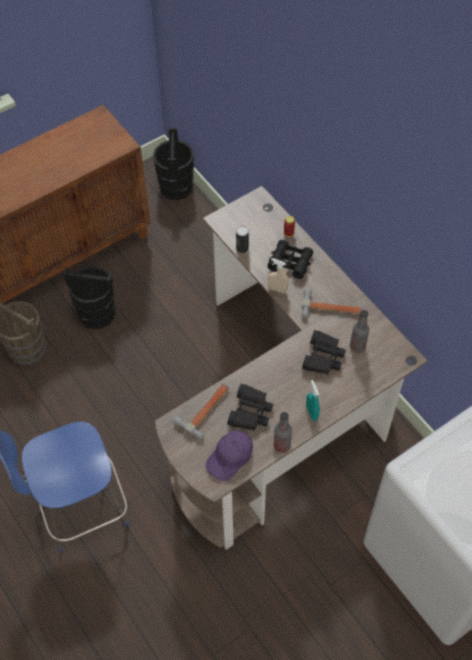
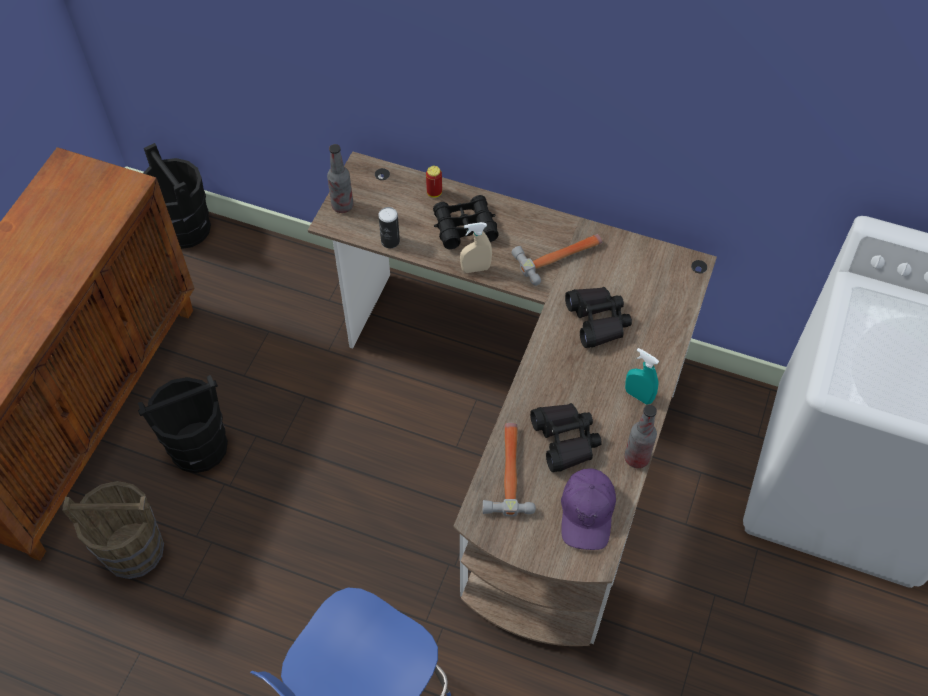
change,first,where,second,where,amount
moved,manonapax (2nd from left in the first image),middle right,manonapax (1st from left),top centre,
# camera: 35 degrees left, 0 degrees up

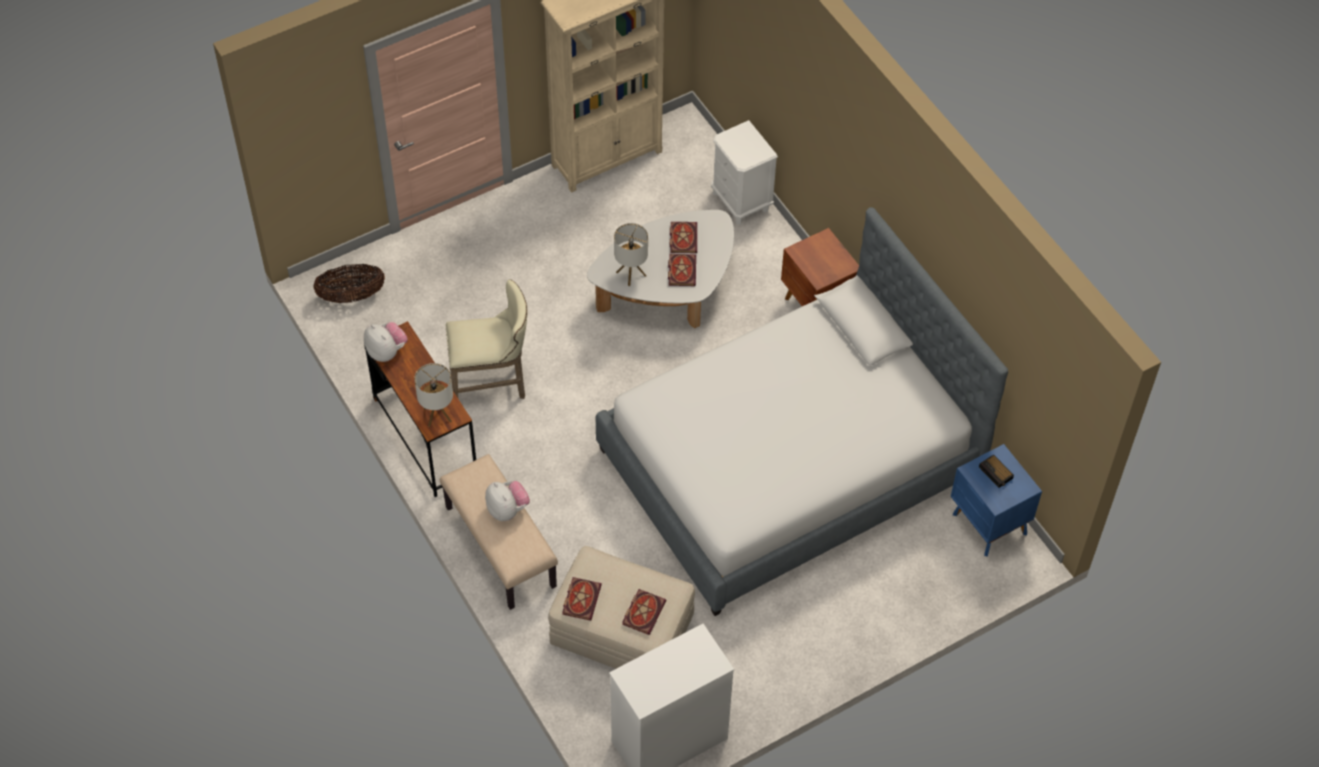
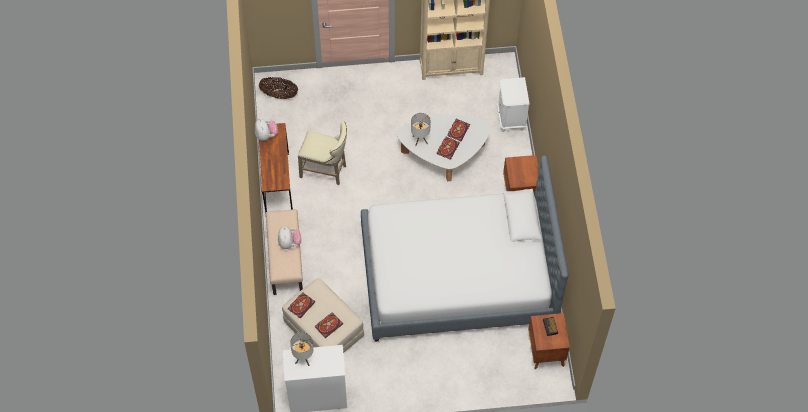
change,first,where,second,where,amount
moved,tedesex (1st from left),middle left,,bottom centre,
recoloured,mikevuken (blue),middle right,mikevuken (brown) (2nd from left),bottom right,
# camera: 25 degrees right, 5 degrees up

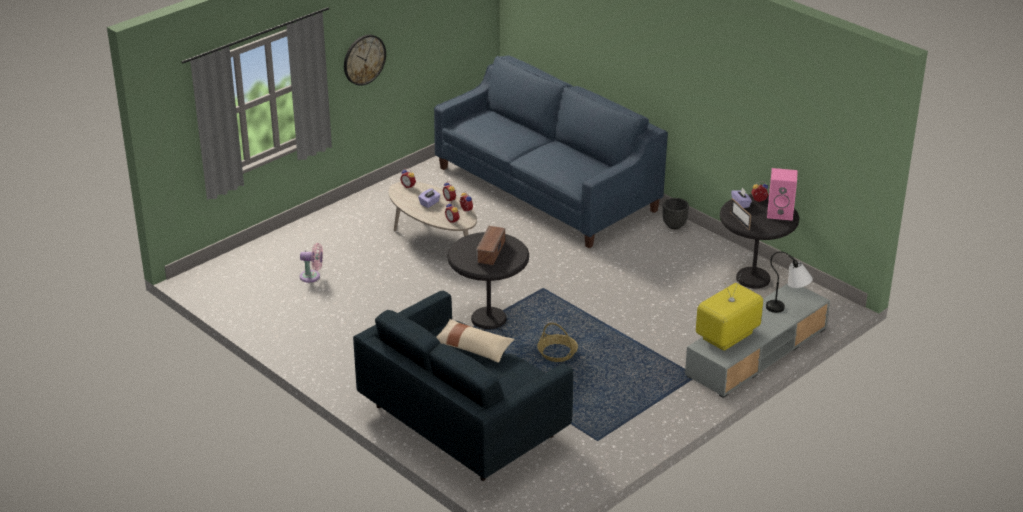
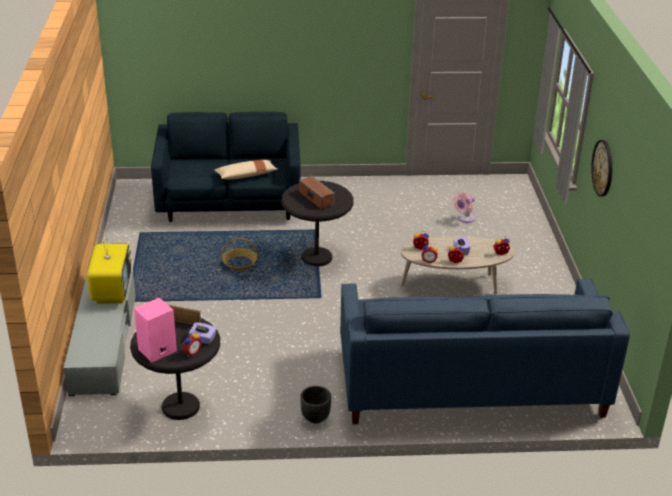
change,first,where,second,where,amount
removed,tedesex,middle right,,,
# camera: 130 degrees right, 0 degrees up

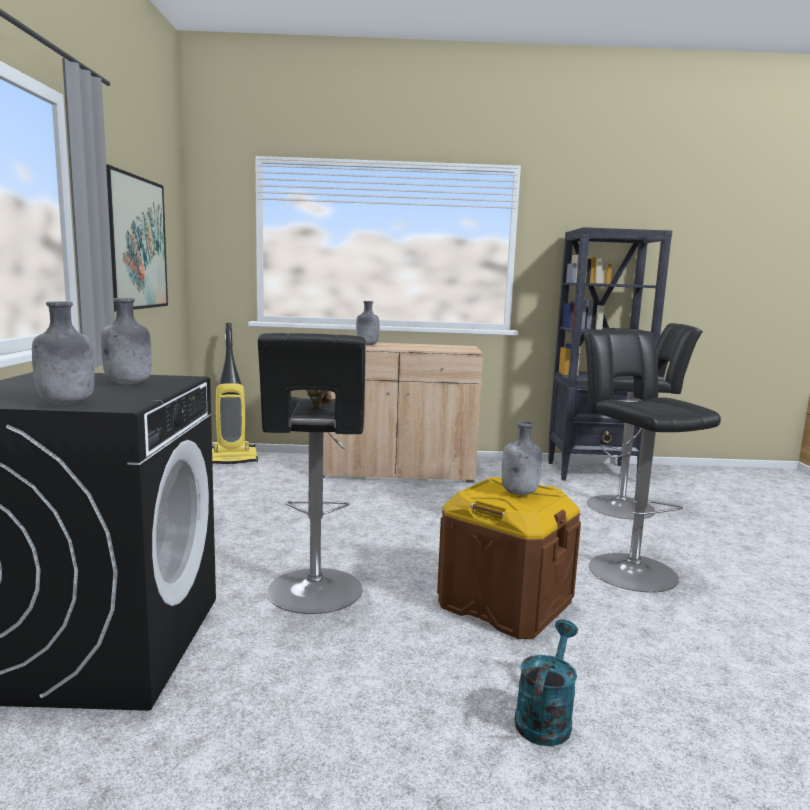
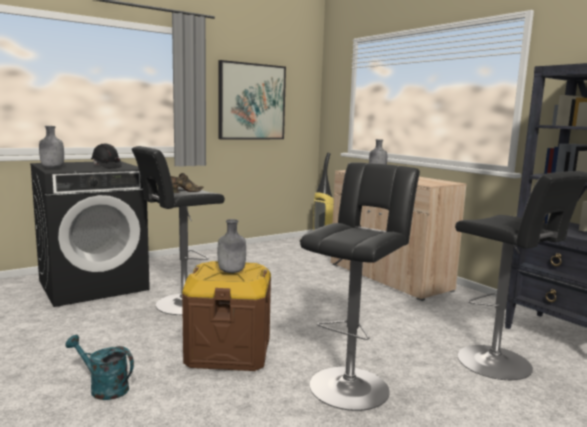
change,first,where,second,where,amount
replaced,manonapax (grey) (2nd from left),middle left,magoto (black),middle left,
turned,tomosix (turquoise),bottom right,,bottom left,150 degrees counterclockwise
# camera: 55 degrees right, 0 degrees up

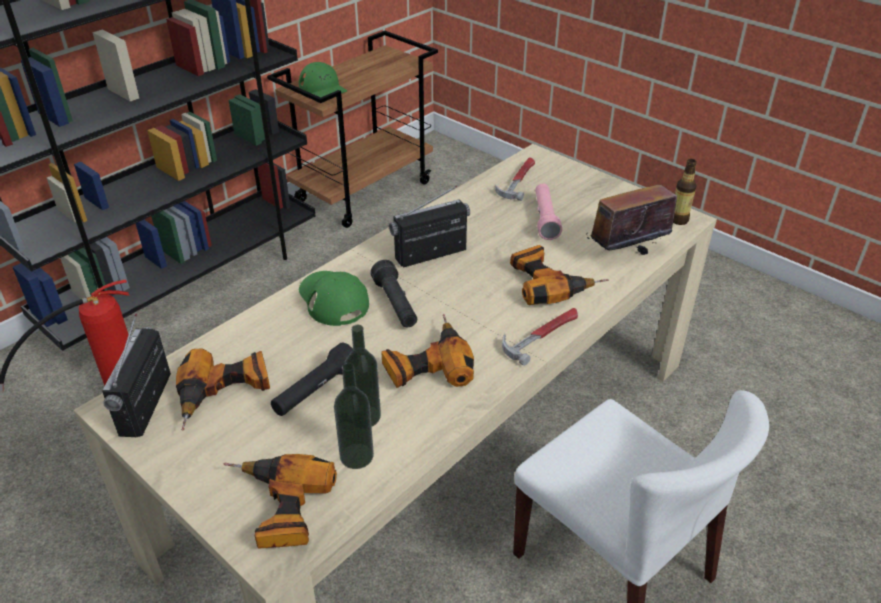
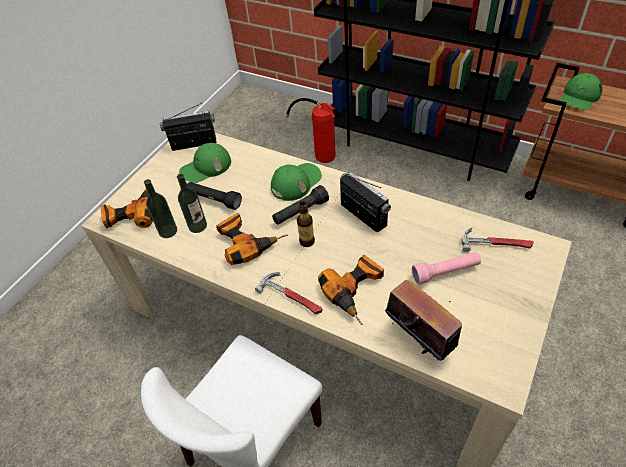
change,first,where,second,where,amount
moved,manonapax (3rd from left),top right,,centre,
replaced,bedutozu (1st from left),middle left,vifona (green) (1st from left),middle left,
# camera: 80 degrees right, 10 degrees up

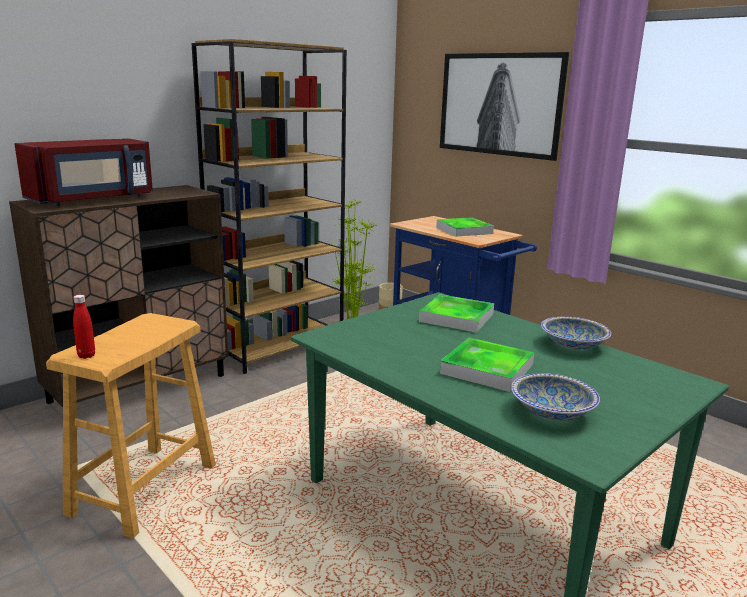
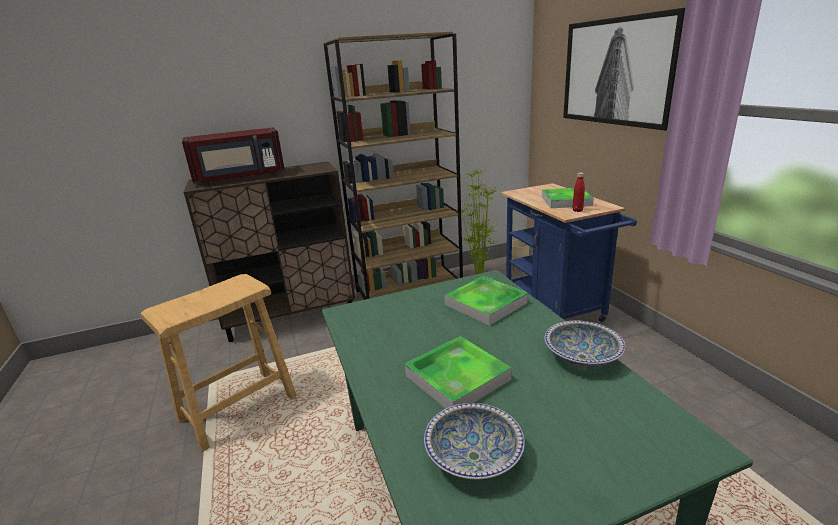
change,first,where,second,where,amount
moved,manonapax (red),middle left,,middle right,
# camera: 25 degrees right, 5 degrees up

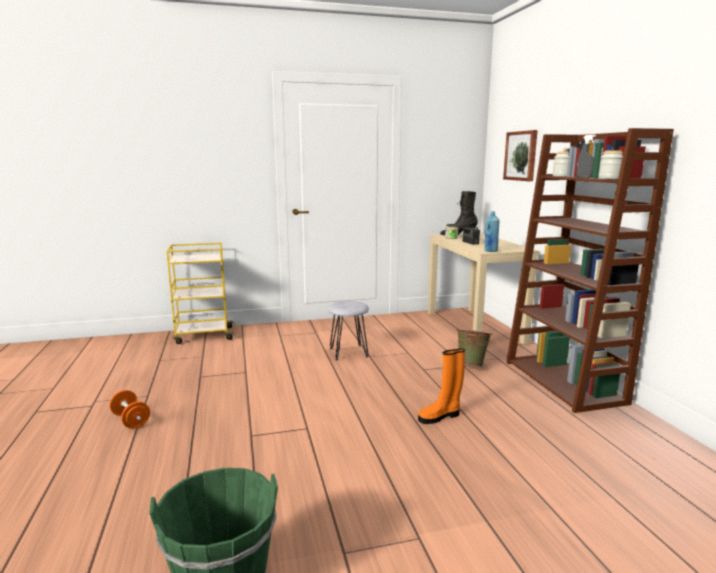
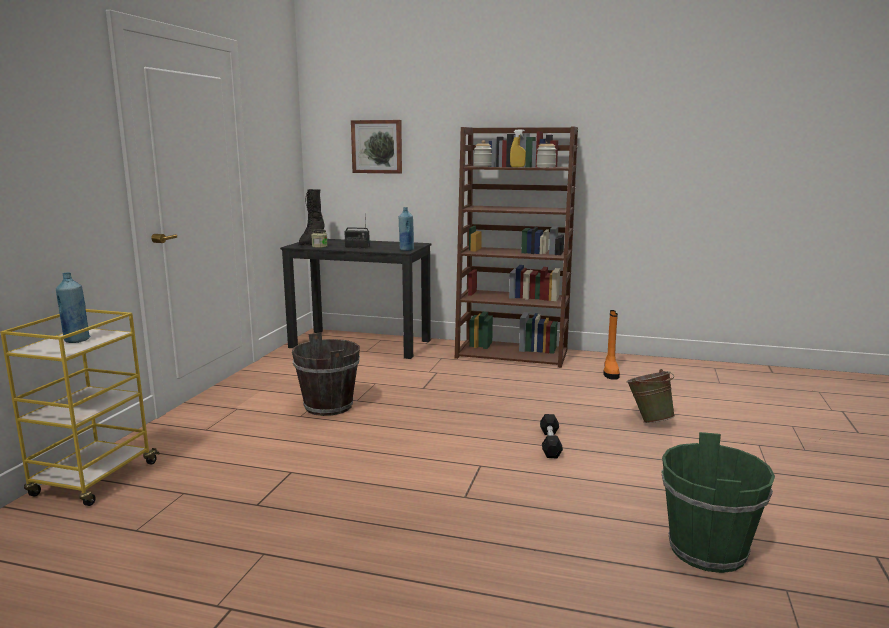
change,first,where,second,where,amount
removed,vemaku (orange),bottom left,,,
added,,,manonapax (blue) (1st from left),middle left,
added,,,vemaku (black),bottom centre,
moved,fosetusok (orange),bottom centre,,middle right,
moved,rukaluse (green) (2nd from left in the first image),centre,rukaluse (green) (1st from left),middle right,
replaced,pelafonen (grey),centre,rukaluse (brown),centre,
recoloured,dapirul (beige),middle right,dapirul (black),centre,
recoloured,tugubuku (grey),top right,tugubuku (yellow),top centre,
# camera: 60 degrees left, 0 degrees up

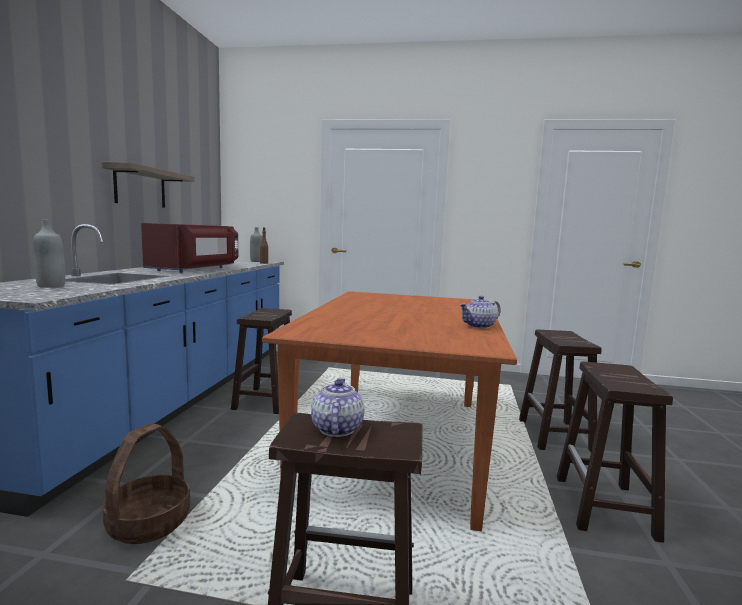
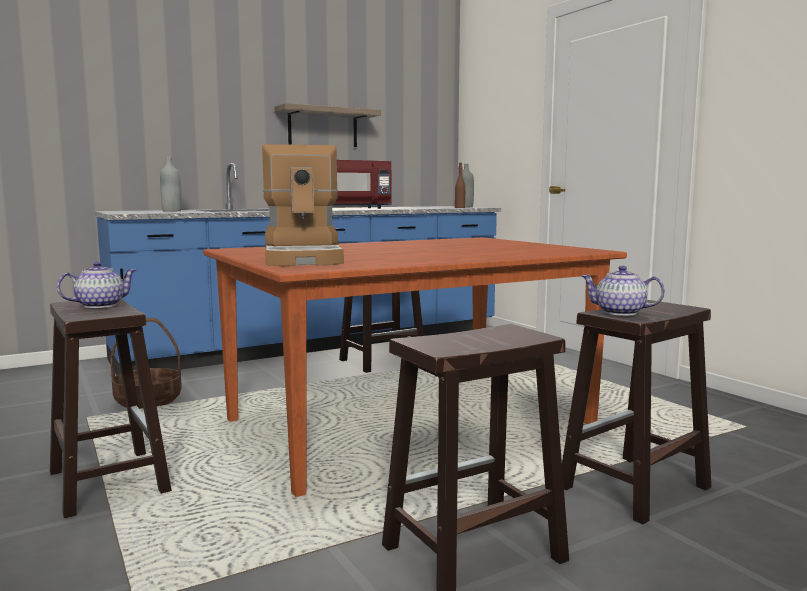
change,first,where,second,where,amount
added,,,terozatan,centre,
moved,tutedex (2nd from left),centre,,middle right,
# camera: 50 degrees right, 0 degrees up

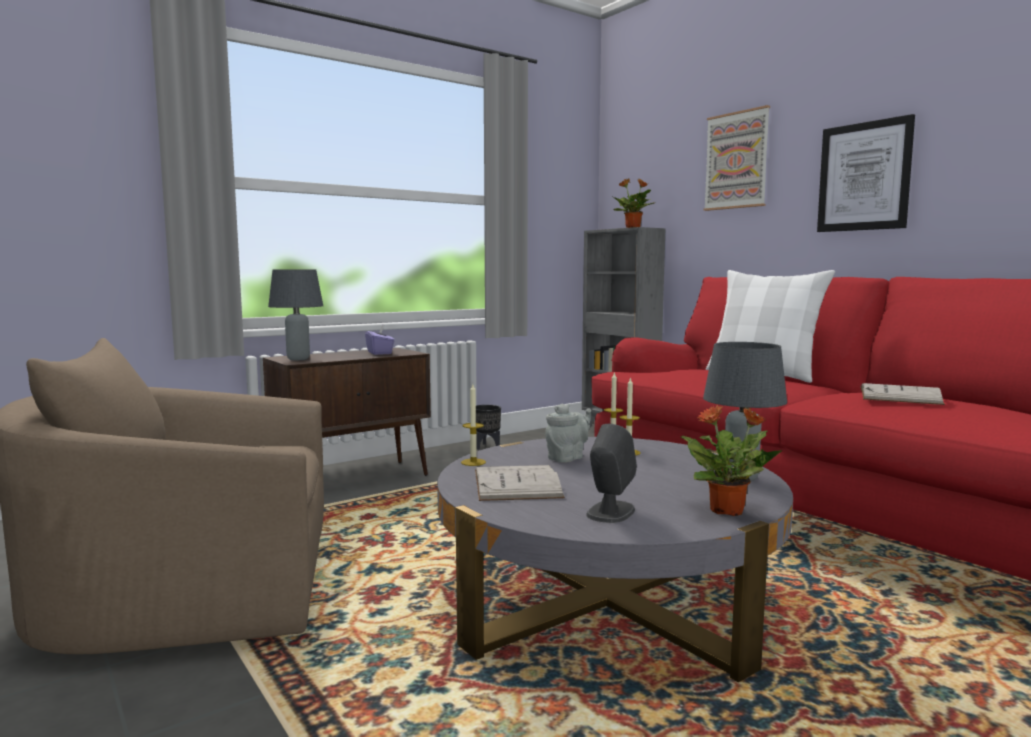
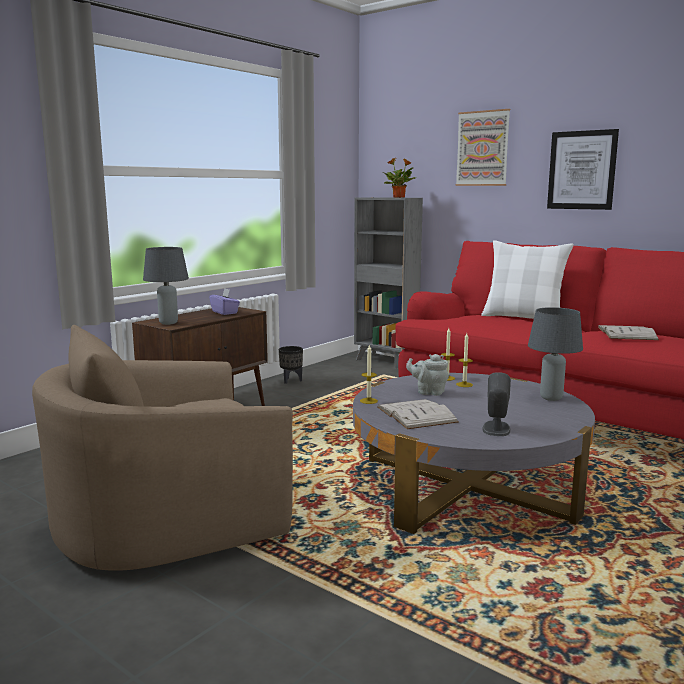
change,first,where,second,where,amount
removed,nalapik (2nd from left),middle right,,,
turned,tutedex (grey),centre,,centre,105 degrees counterclockwise
# camera: 15 degrees left, 5 degrees up

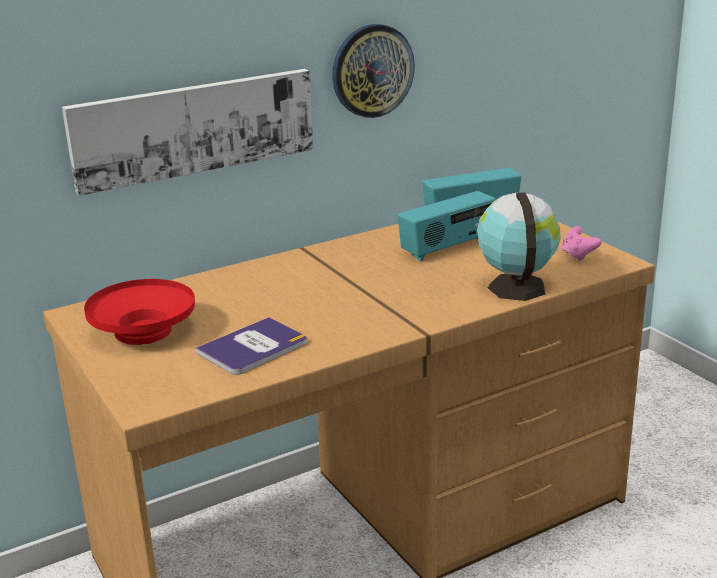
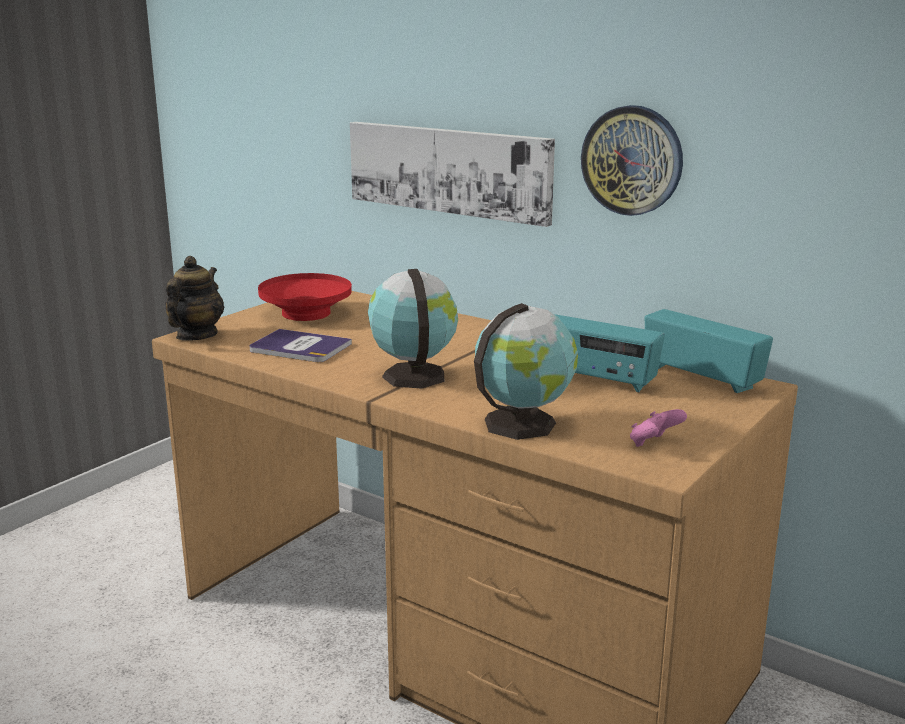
change,first,where,second,where,amount
added,,,tutedex,middle left,
added,,,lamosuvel (1st from left),centre,
# camera: 65 degrees right, 5 degrees down

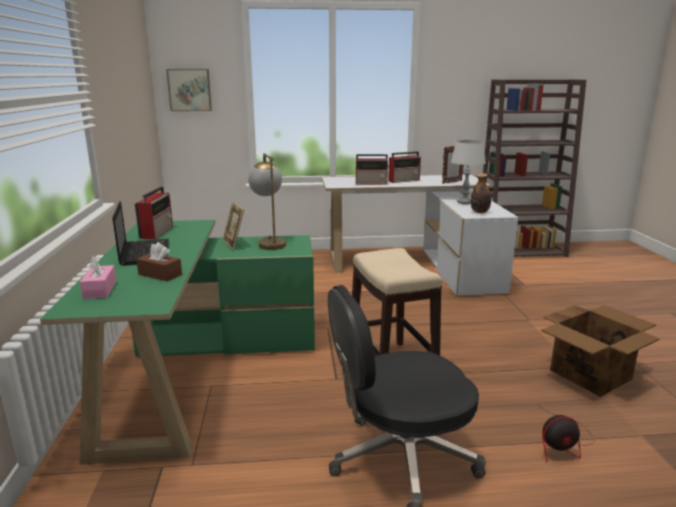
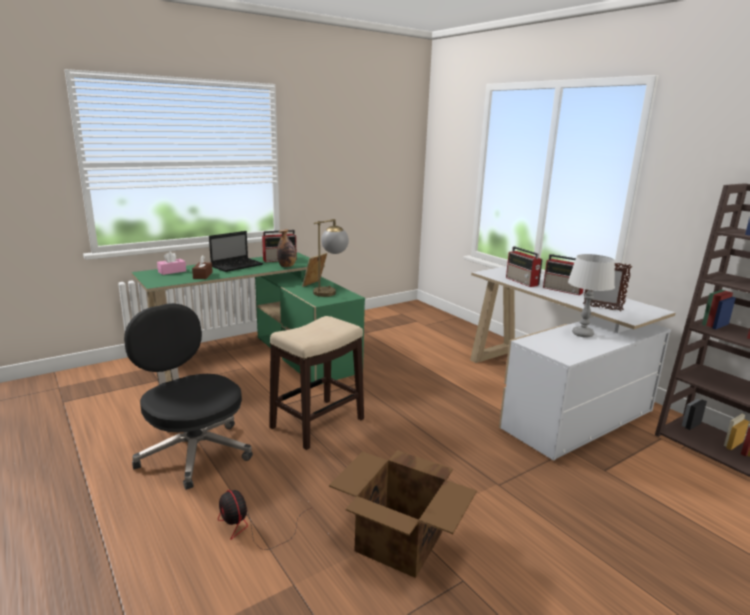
change,first,where,second,where,amount
removed,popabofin,top left,,,
moved,manonapax,middle right,,centre,
# camera: 60 degrees right, 0 degrees up

